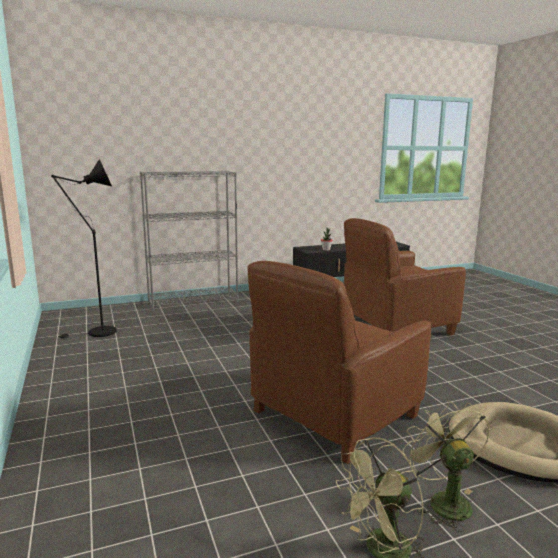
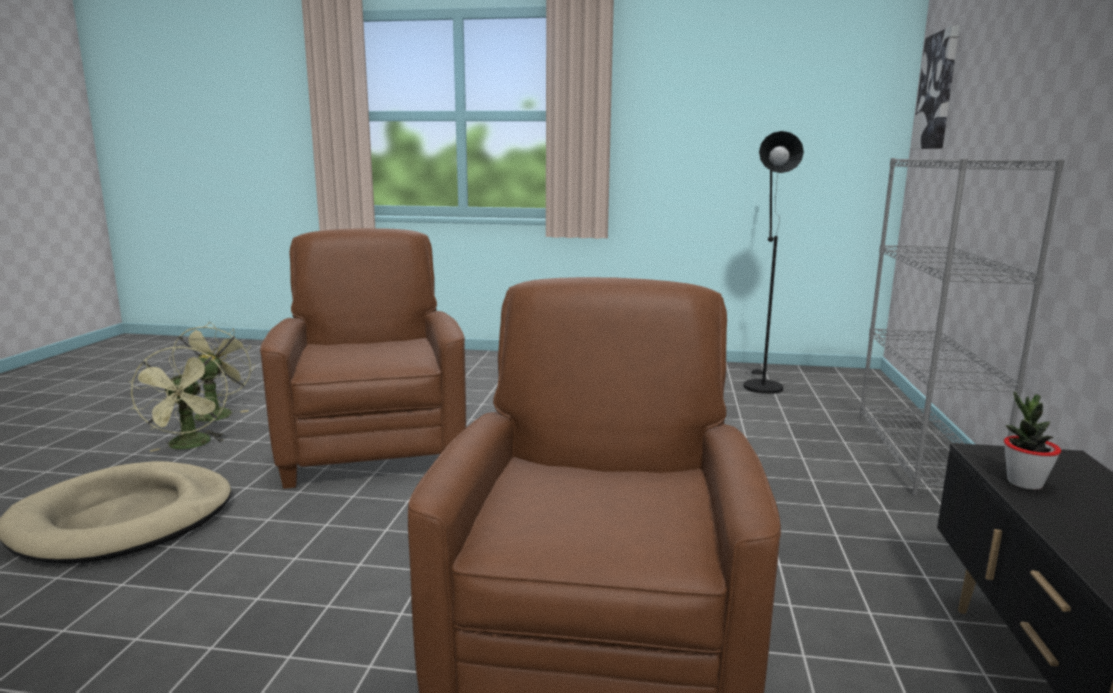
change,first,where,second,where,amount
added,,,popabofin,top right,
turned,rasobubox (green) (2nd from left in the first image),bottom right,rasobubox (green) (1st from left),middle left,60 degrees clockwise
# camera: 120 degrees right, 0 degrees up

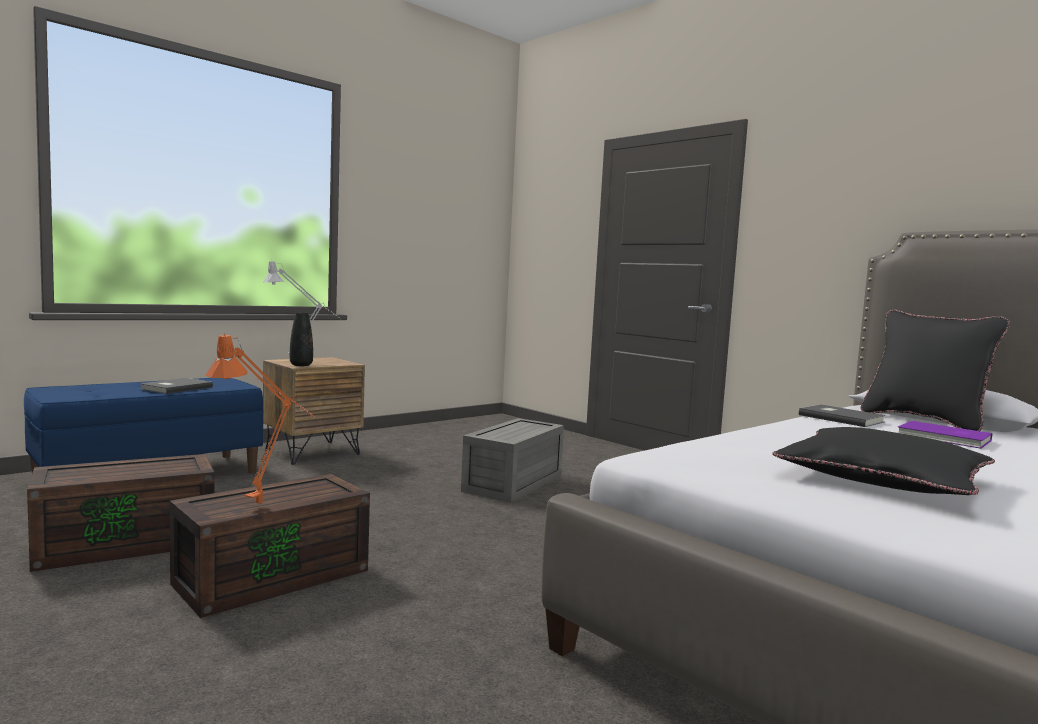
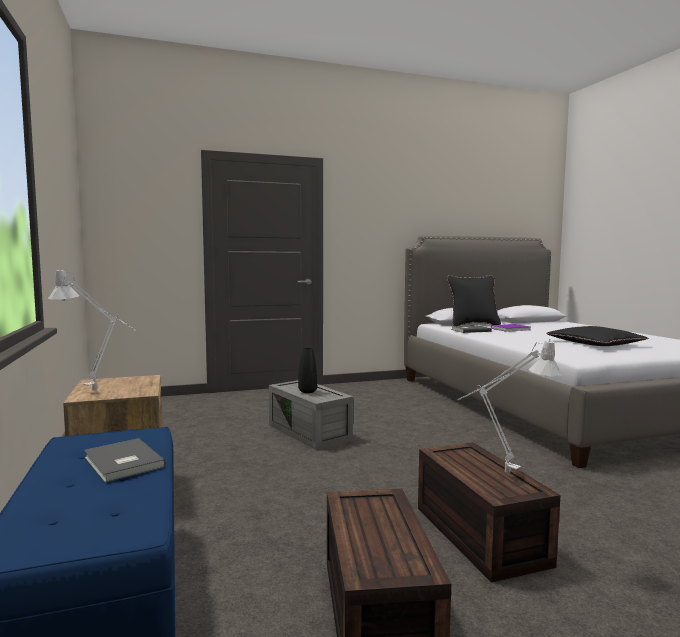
change,first,where,second,where,amount
moved,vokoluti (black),middle left,,centre,
recoloured,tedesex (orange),middle left,tedesex (grey) (2nd from left),middle right,
# camera: 65 degrees left, 0 degrees up

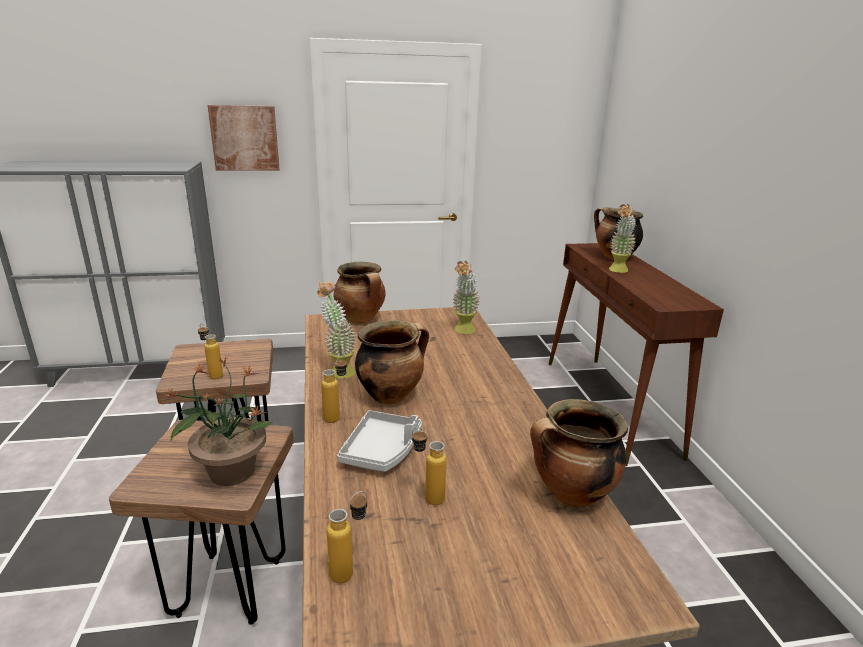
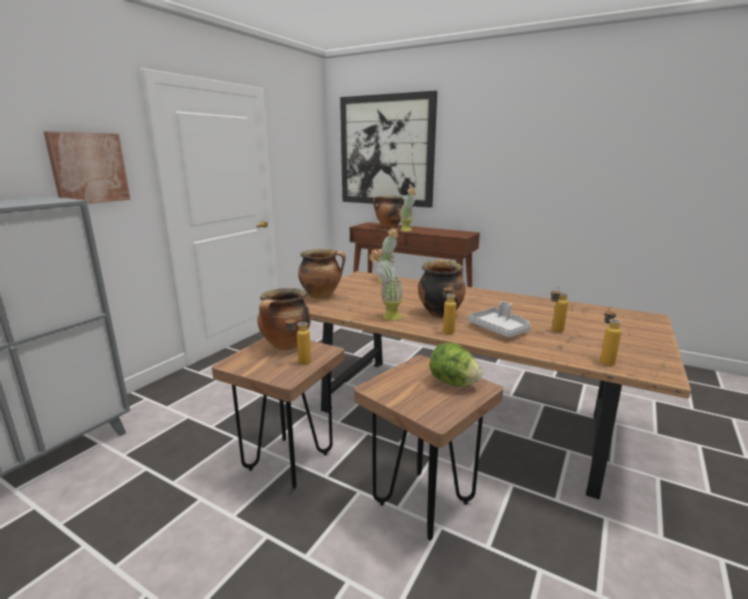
change,first,where,second,where,amount
added,,,popabofin (2nd from left),top centre,
moved,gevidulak (3rd from left in the first image),bottom right,gevidulak (1st from left),centre,
replaced,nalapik (1st from left),middle left,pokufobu,centre,
# camera: 50 degrees left, 5 degrees down

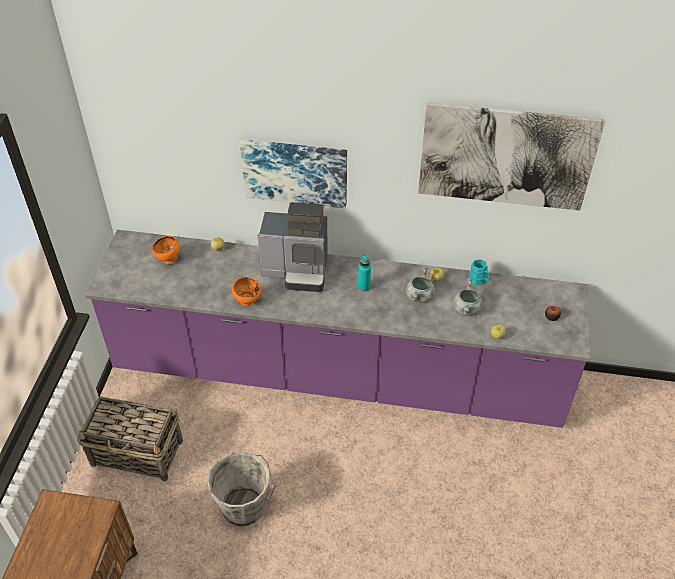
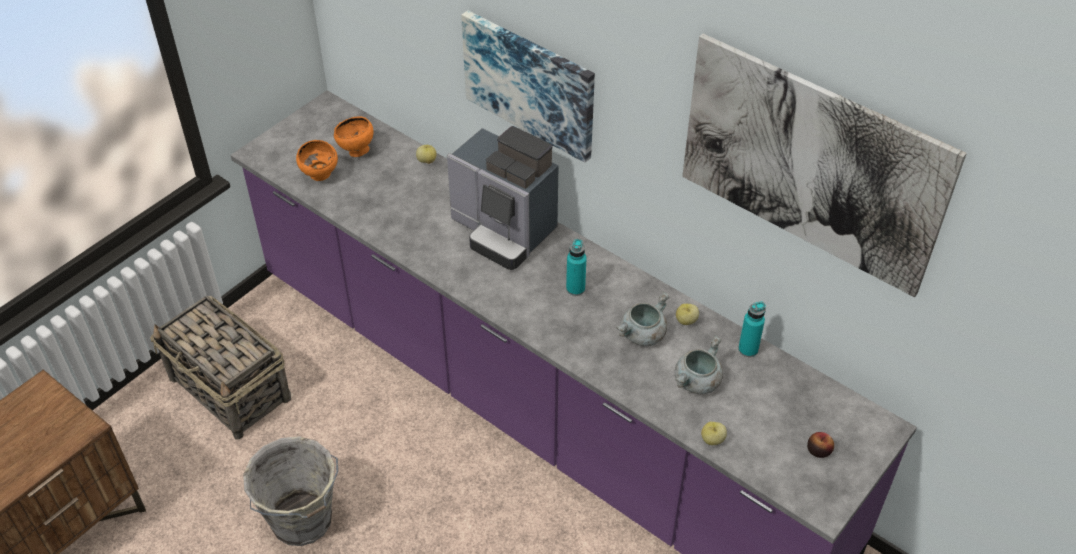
change,first,where,second,where,amount
moved,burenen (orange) (2nd from left in the first image),centre,burenen (orange) (1st from left),top left,
replaced,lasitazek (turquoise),middle right,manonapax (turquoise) (2nd from left),middle right,
# camera: 30 degrees right, 0 degrees up

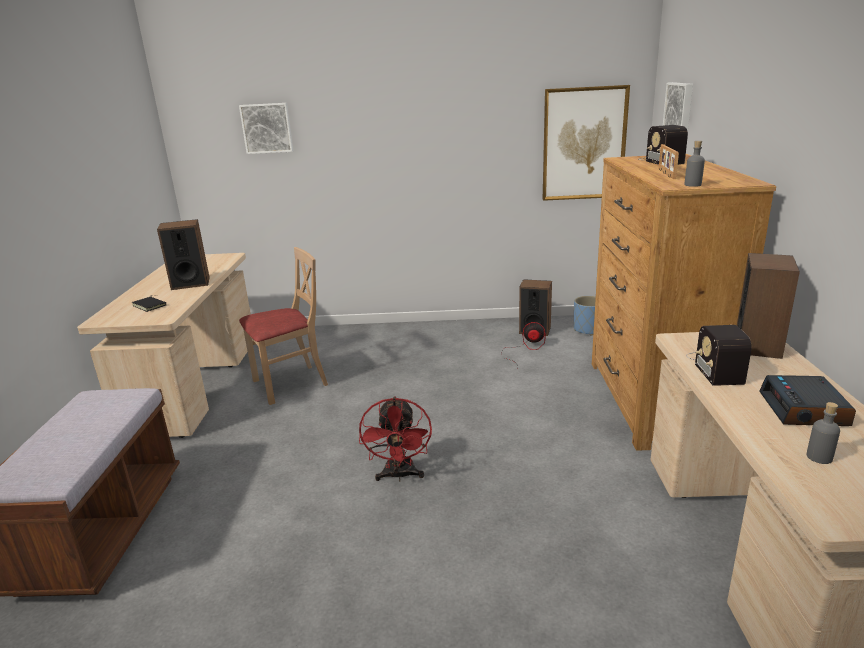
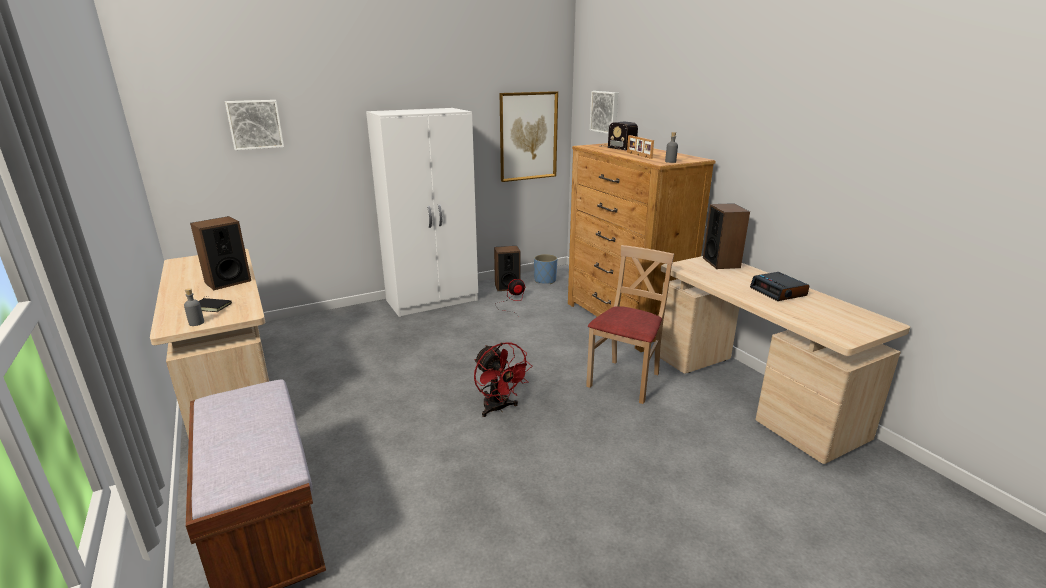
change,first,where,second,where,amount
removed,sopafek (2nd from left),middle right,,,
added,,,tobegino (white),centre,
moved,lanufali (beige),middle left,,centre,
moved,manonapax (grey) (2nd from left in the first image),bottom right,manonapax (grey) (1st from left),middle left,
# camera: 30 degrees left, 0 degrees up

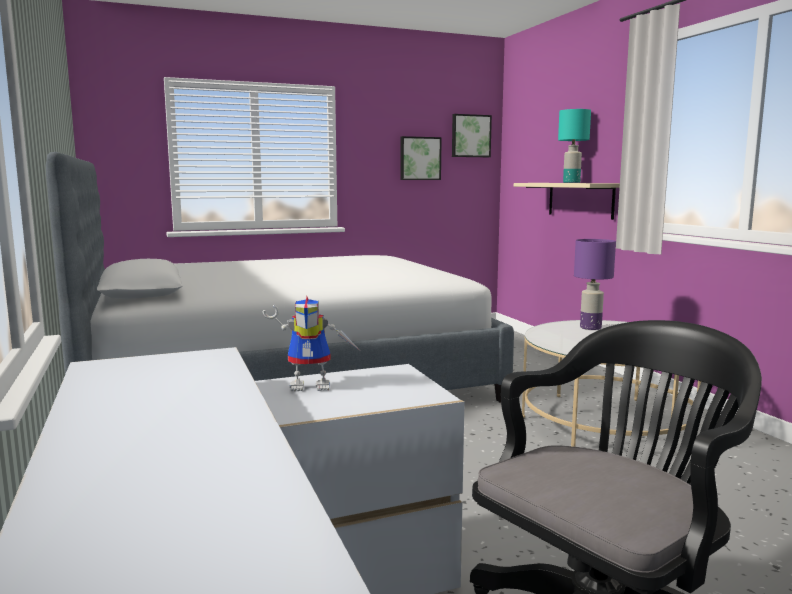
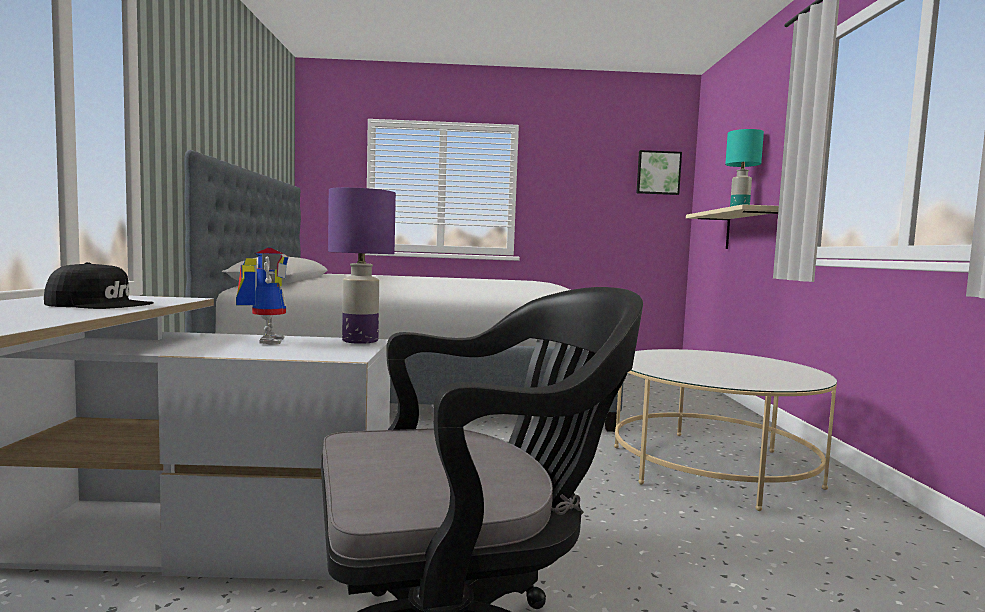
change,first,where,second,where,amount
removed,popabofin (1st from left),top centre,,,
added,,,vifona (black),middle left,
moved,tedesex (purple),middle right,,centre,
turned,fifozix,centre,,middle left,120 degrees counterclockwise
# camera: 20 degrees right, 5 degrees down

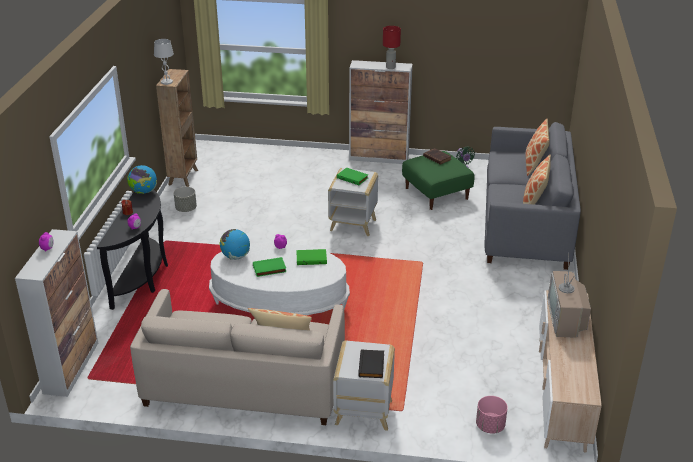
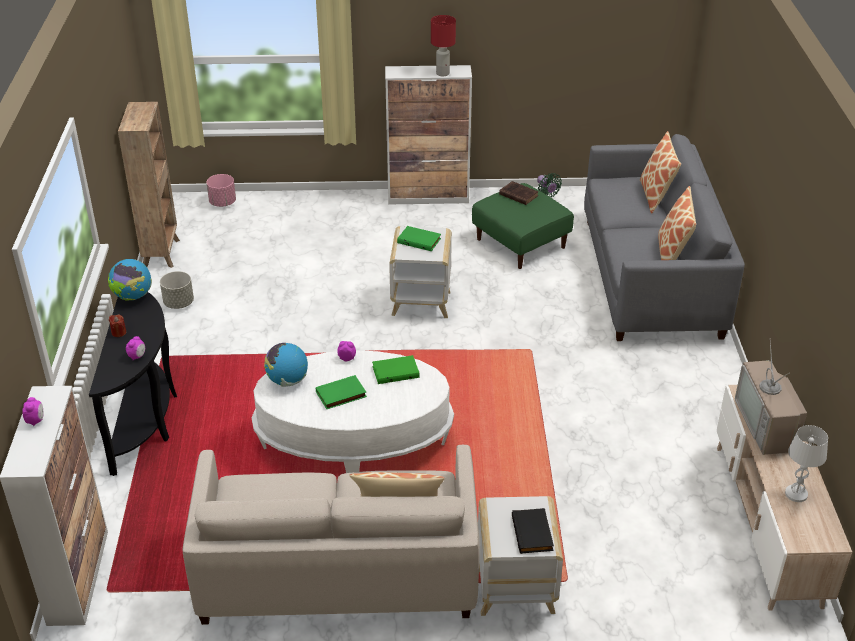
change,first,where,second,where,amount
moved,tedesex (white),top left,,bottom right,
moved,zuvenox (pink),bottom right,,top left,
# camera: 10 degrees left, 5 degrees up

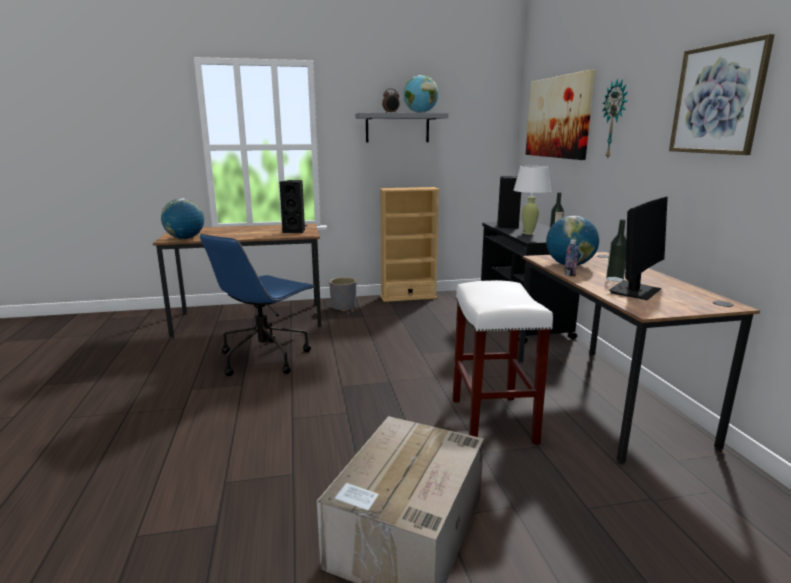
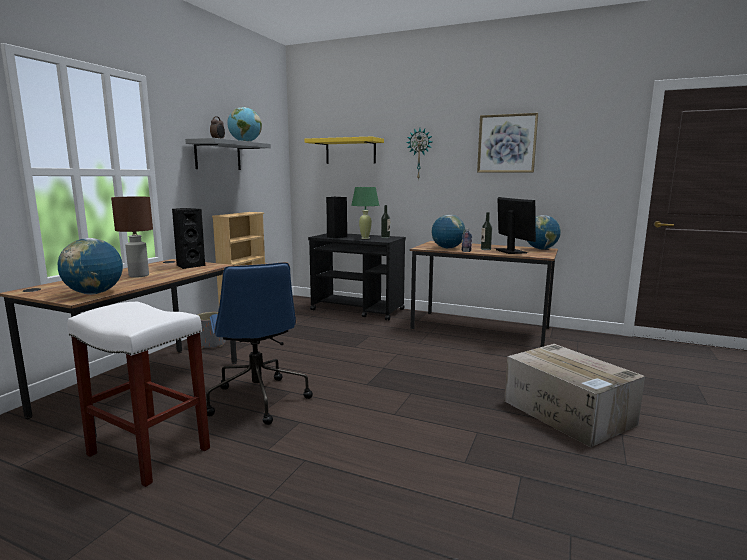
change,first,where,second,where,amount
added,,,tedesex (brown),middle left,
added,,,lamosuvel (4th from left),middle right,
moved,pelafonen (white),centre,,bottom left,
replaced,popabofin (1st from left),top right,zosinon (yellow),top centre,
recoloured,tedesex (white),middle right,tedesex (green),centre,
# camera: 55 degrees left, 5 degrees down

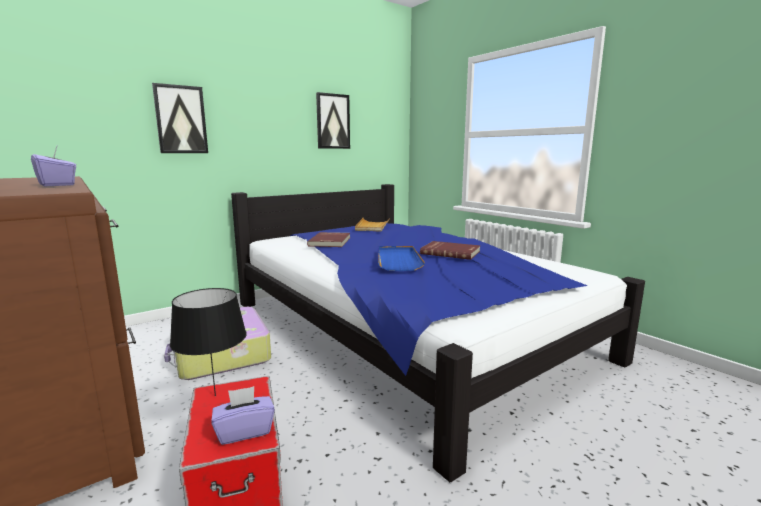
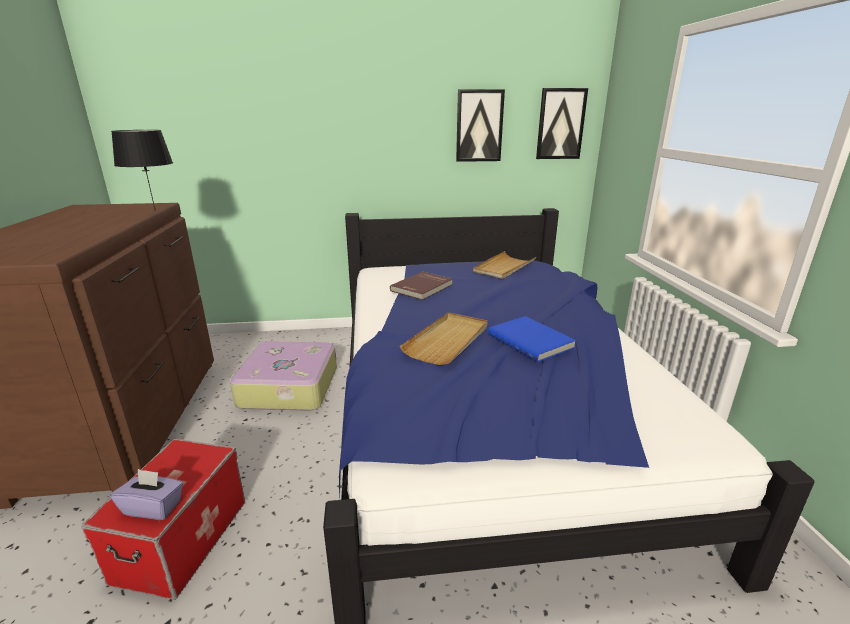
change,first,where,second,where,amount
removed,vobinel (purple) (1st from left),top left,,,
moved,popabofin (1st from left in the first image),top left,popabofin (2nd from left),top centre,
moved,tedesex (black),bottom left,,top left,
recoloured,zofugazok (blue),centre,zofugazok (beige) (1st from left),centre,
recoloured,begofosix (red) (2nd from left),centre,begofosix (blue),centre,
# camera: 30 degrees right, 10 degrees up

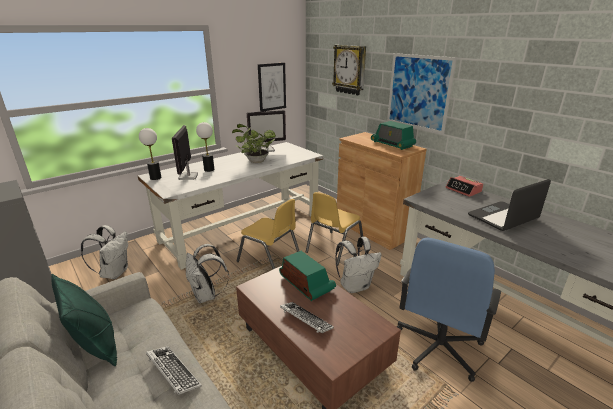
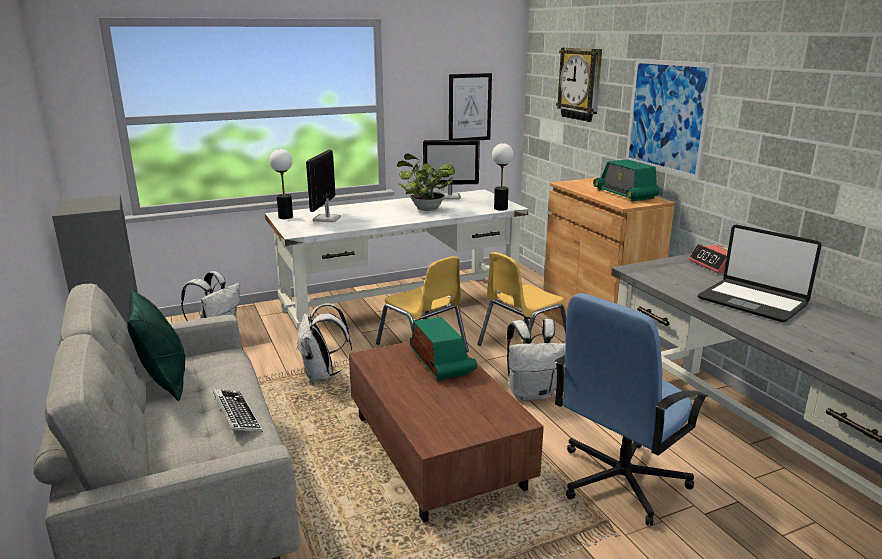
change,first,where,second,where,amount
removed,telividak (2nd from left),bottom centre,,,
moved,tedesex (2nd from left),centre,,top centre,
turned,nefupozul,middle right,,middle right,120 degrees counterclockwise
# camera: 15 degrees right, 5 degrees down

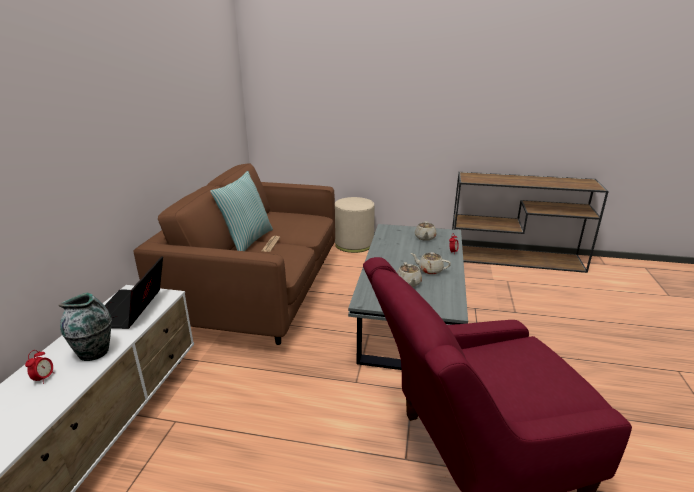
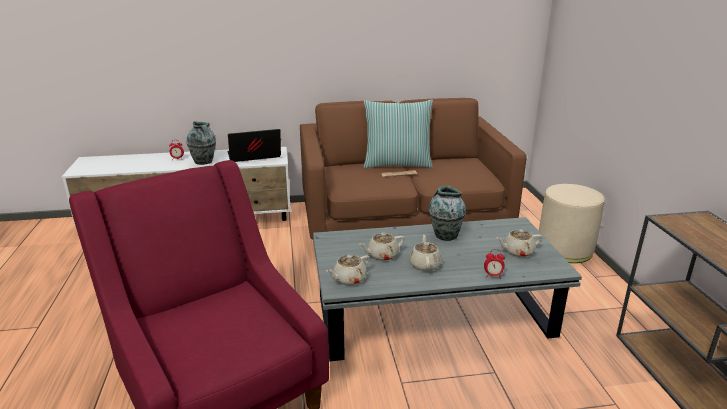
change,first,where,second,where,amount
added,,,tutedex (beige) (1st from left),centre,
added,,,vokoluti (2nd from left),centre,
# camera: 70 degrees right, 0 degrees up

